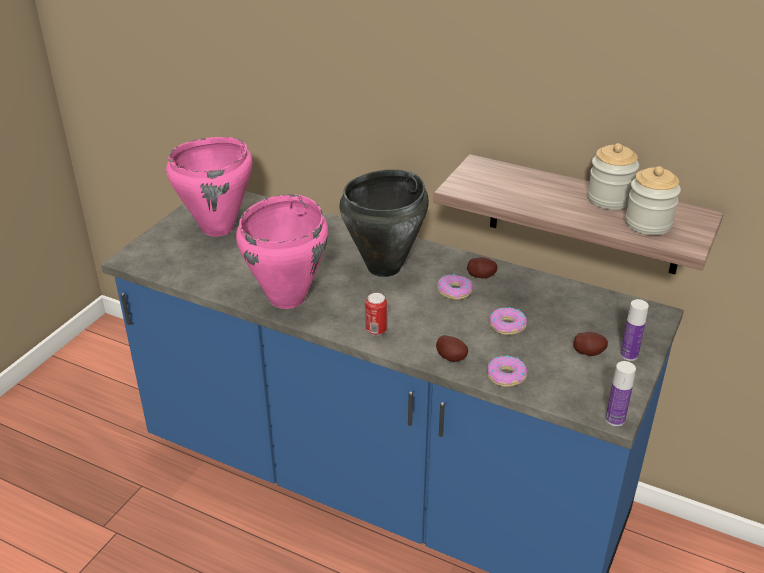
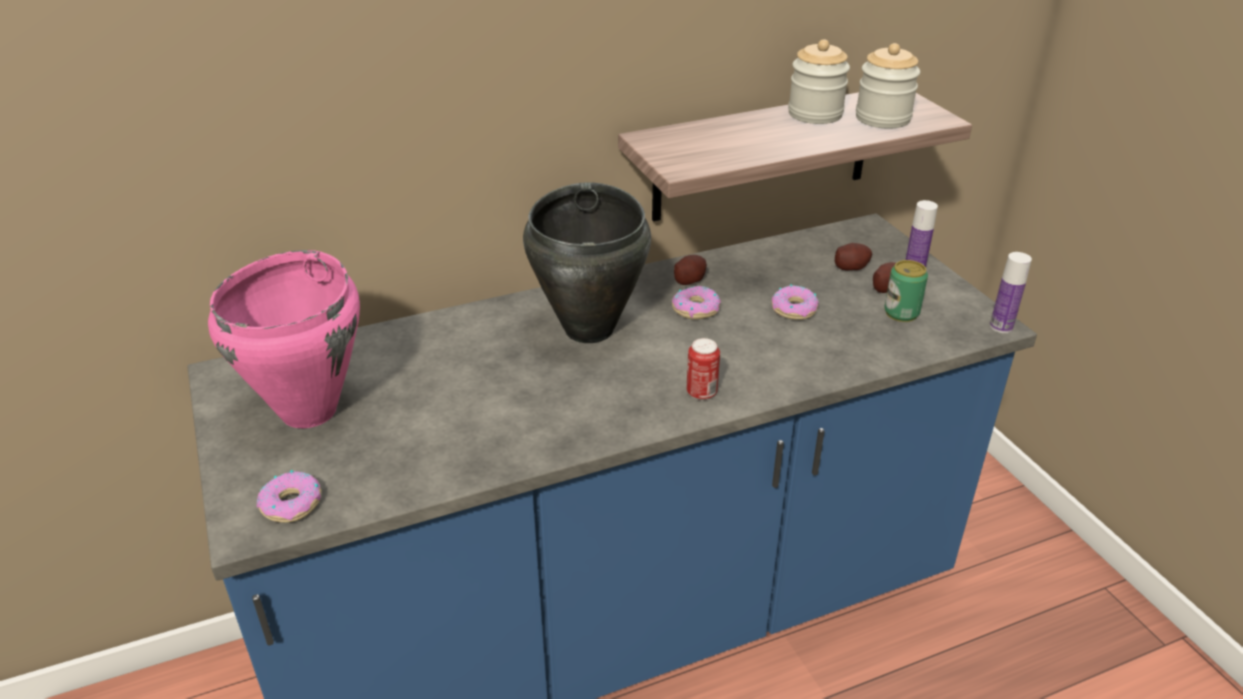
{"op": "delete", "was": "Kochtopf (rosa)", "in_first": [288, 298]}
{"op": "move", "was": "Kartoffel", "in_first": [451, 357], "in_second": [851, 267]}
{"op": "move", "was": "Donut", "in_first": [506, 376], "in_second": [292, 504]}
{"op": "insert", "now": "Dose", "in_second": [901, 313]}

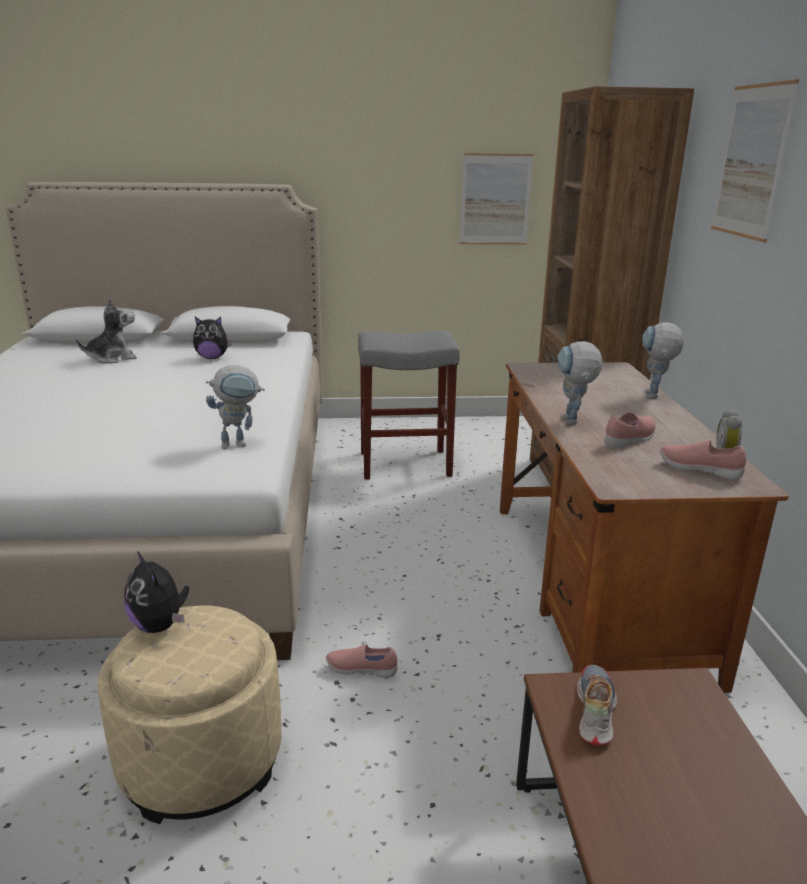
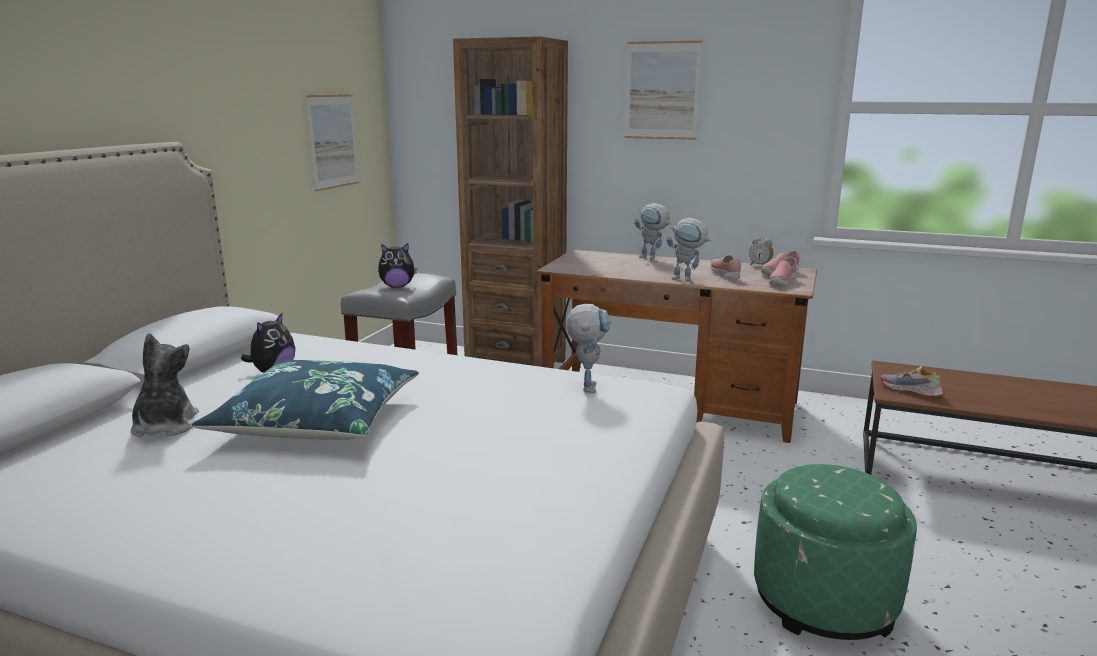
{"op": "recolor", "was": "Polsterhocker (beige)", "now": "Polsterhocker (grün)", "in_first": [201, 760], "in_second": [824, 600]}
{"op": "move", "was": "Plüschtier", "in_first": [160, 625], "in_second": [397, 286]}
{"op": "move", "was": "Schuh (rosa)", "in_first": [361, 670], "in_second": [781, 282]}
{"op": "insert", "now": "Kissen (blau)", "in_second": [317, 420]}

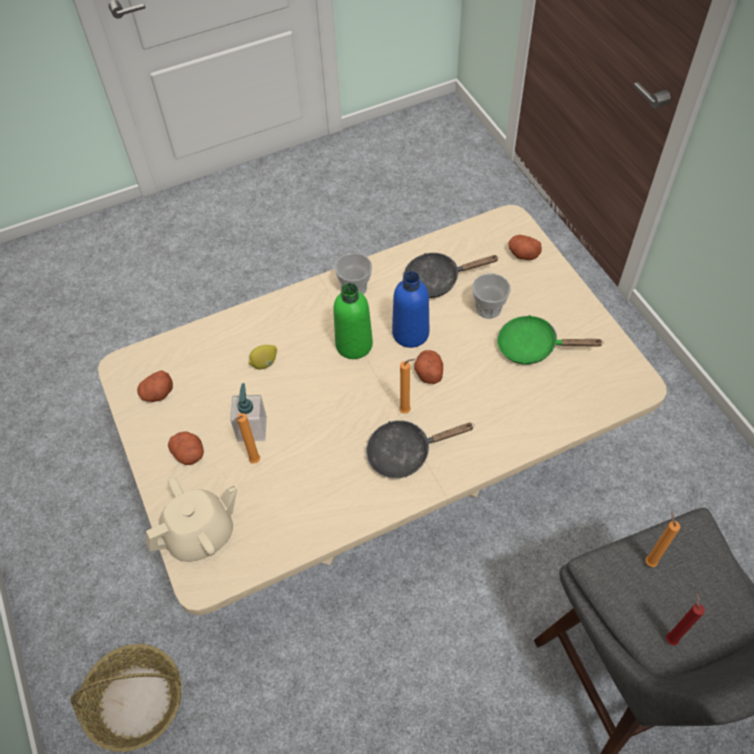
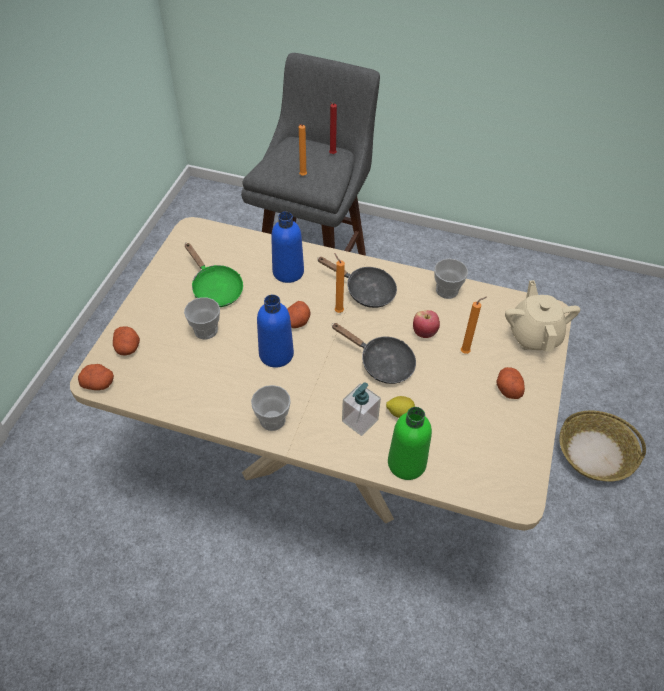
{"op": "move", "was": "Kartoffel", "in_first": [157, 393], "in_second": [99, 383]}
{"op": "rotate", "was": "Teekanne (beige)", "in_first": [201, 534], "in_second": [534, 335], "clockwise": 75}
{"op": "move", "was": "Seifenspender", "in_first": [252, 428], "in_second": [359, 421]}
{"op": "move", "was": "Flasche (grün)", "in_first": [354, 344], "in_second": [406, 463]}
{"op": "move", "was": "Pfanne (schwarz)", "in_first": [437, 280], "in_second": [381, 363]}
{"op": "insert", "now": "Flasche (blau)", "in_second": [288, 272]}
{"op": "insert", "now": "Apfel", "in_second": [424, 333]}
{"op": "insert", "now": "Tasse", "in_second": [447, 290]}

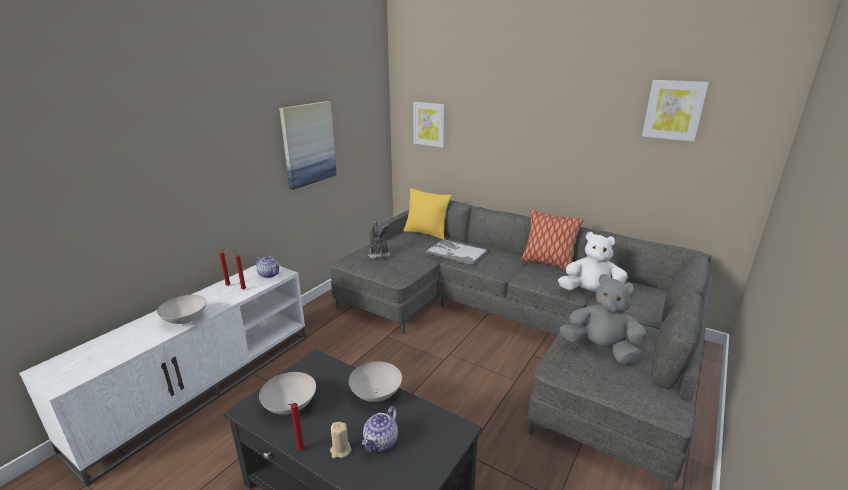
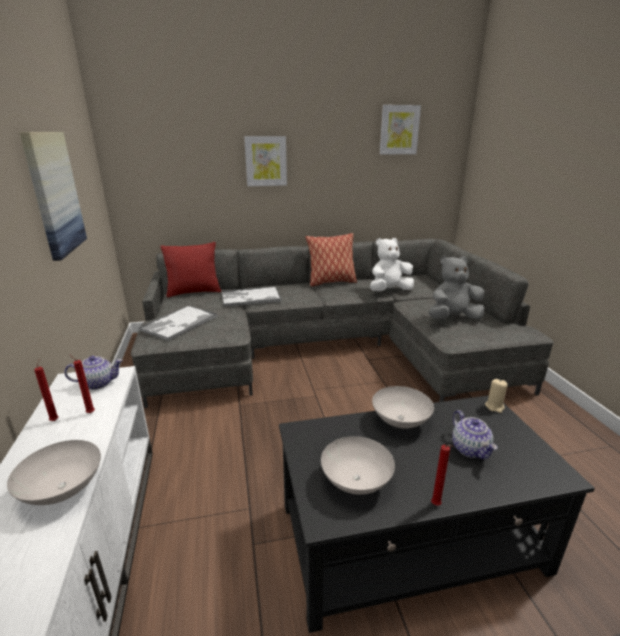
{"op": "move", "was": "Kerze (beige)", "in_first": [340, 450], "in_second": [494, 406]}
{"op": "replace", "was": "Plüschtier", "now": "Tablett", "in_first": [379, 254], "in_second": [178, 323]}
{"op": "recolor", "was": "Kissen (gelb)", "now": "Kissen (rot)", "in_first": [426, 233], "in_second": [194, 292]}
{"op": "move", "was": "Bild", "in_first": [429, 124], "in_second": [266, 161]}

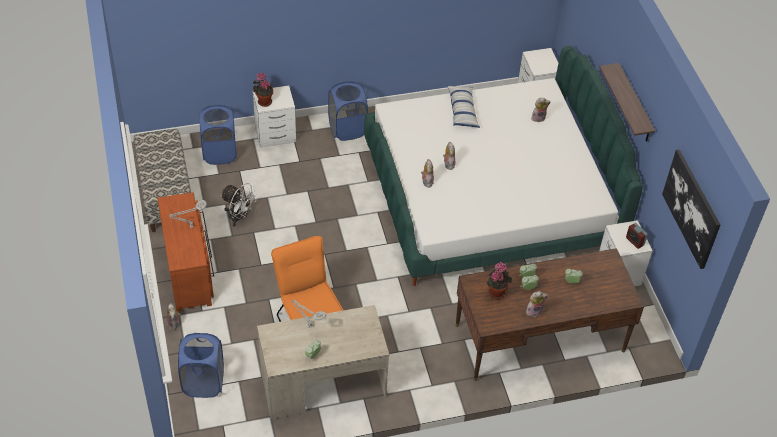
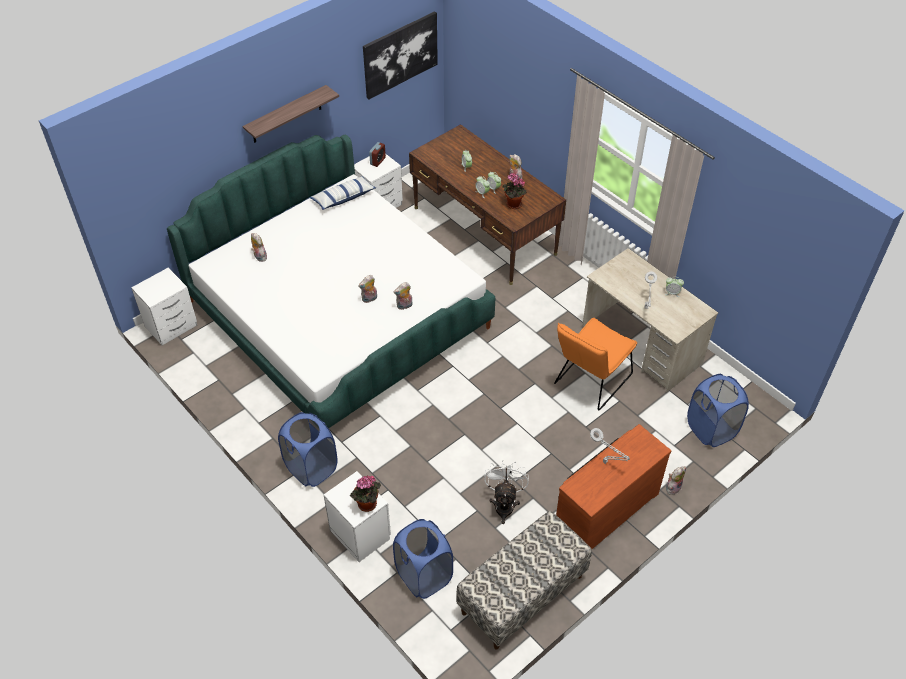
{"op": "move", "was": "Kissen", "in_first": [462, 111], "in_second": [343, 198]}

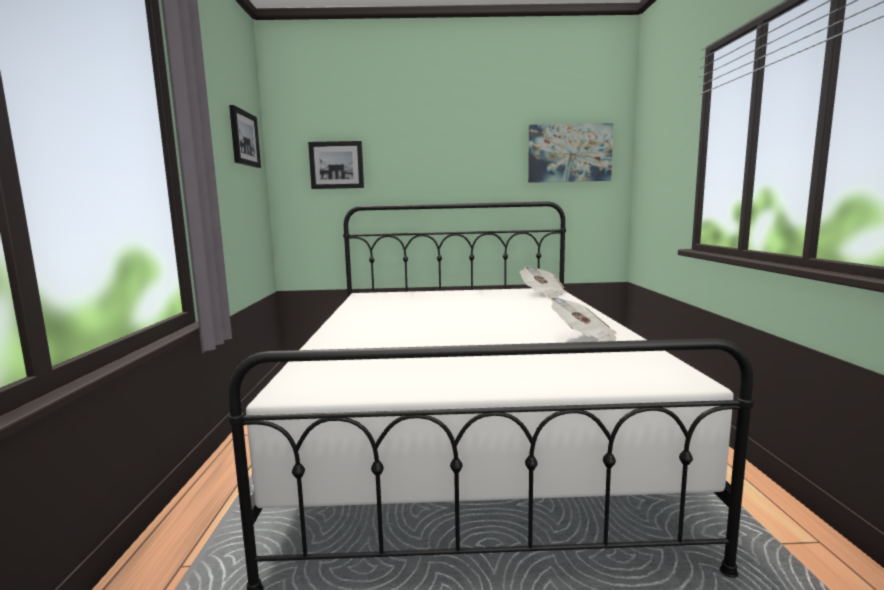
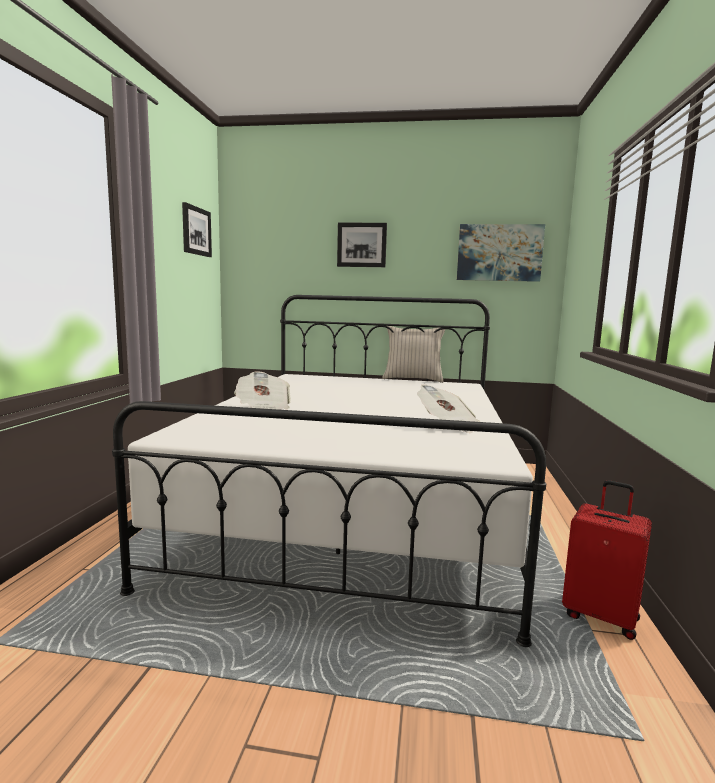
{"op": "move", "was": "Bild", "in_first": [336, 165], "in_second": [362, 245]}
{"op": "move", "was": "Zeitung", "in_first": [542, 294], "in_second": [263, 409]}
{"op": "insert", "now": "Kissen (beige)", "in_second": [413, 379]}
{"op": "insert", "now": "Koffer (rot)", "in_second": [601, 616]}

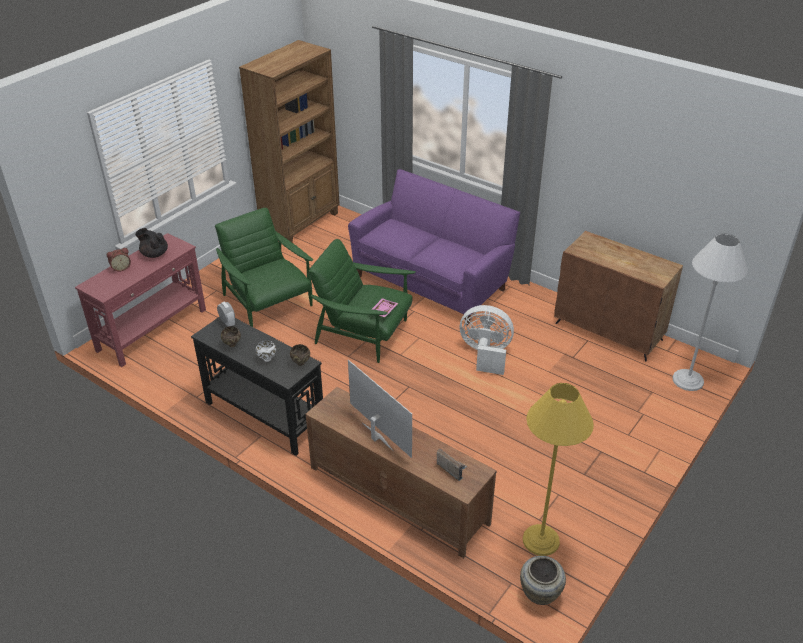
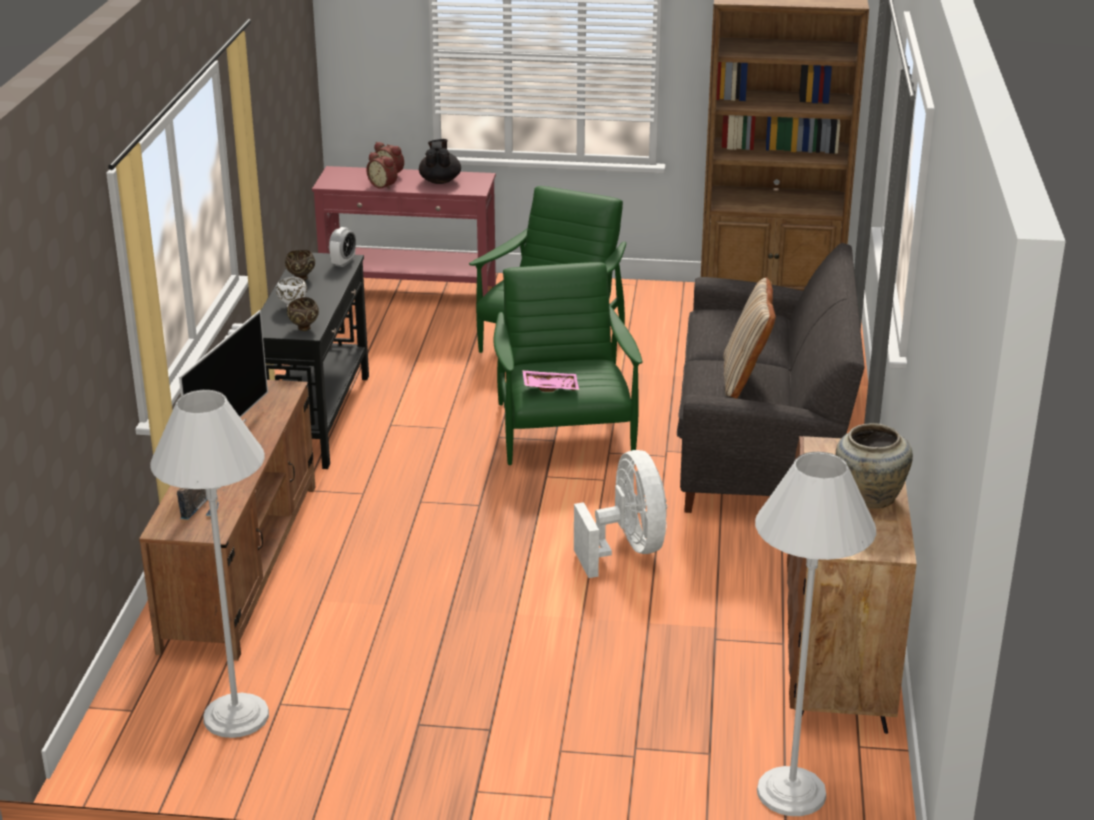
{"op": "recolor", "was": "Sofa (lila)", "now": "Sofa (grau)", "in_first": [432, 282], "in_second": [761, 448]}
{"op": "move", "was": "Vase (beige)", "in_first": [539, 594], "in_second": [868, 497]}
{"op": "recolor", "was": "Stehlampe (gelb)", "now": "Stehlampe (weiß)", "in_first": [541, 540], "in_second": [236, 716]}
{"op": "insert", "now": "Wecker", "in_second": [384, 185]}
{"op": "insert", "now": "Kissen (beige)", "in_second": [745, 378]}

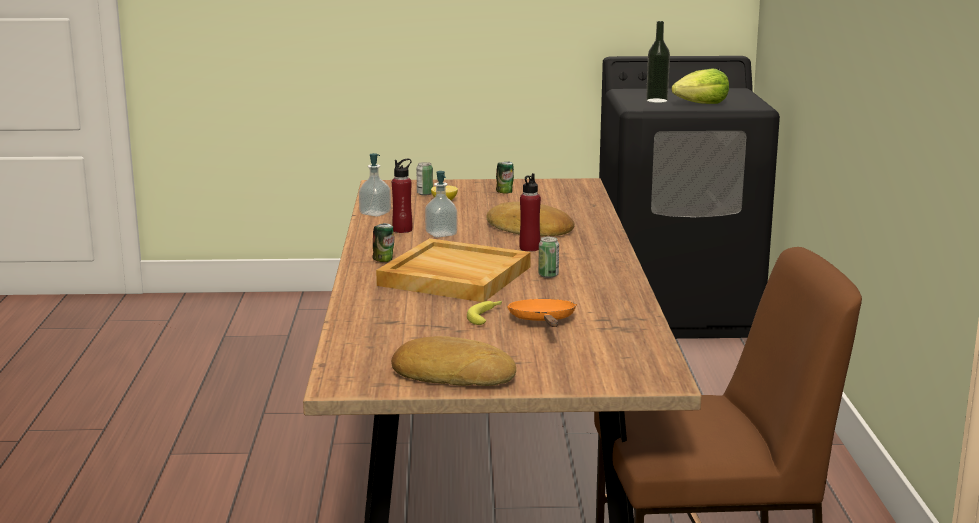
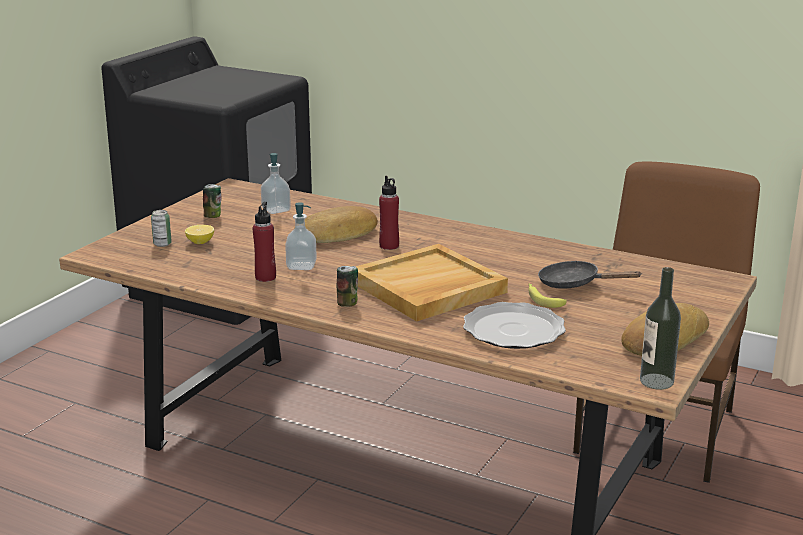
{"op": "move", "was": "Seifenspender", "in_first": [375, 213], "in_second": [276, 210]}
{"op": "recolor", "was": "Pfanne (orange)", "now": "Pfanne (schwarz)", "in_first": [543, 321], "in_second": [574, 284]}
{"op": "delete", "was": "Dose", "in_first": [548, 275]}
{"op": "move", "was": "Flasche", "in_first": [657, 100], "in_second": [656, 381]}
{"op": "delete", "was": "Salatkopf", "in_first": [702, 104]}
{"op": "insert", "now": "Teller", "in_second": [514, 330]}

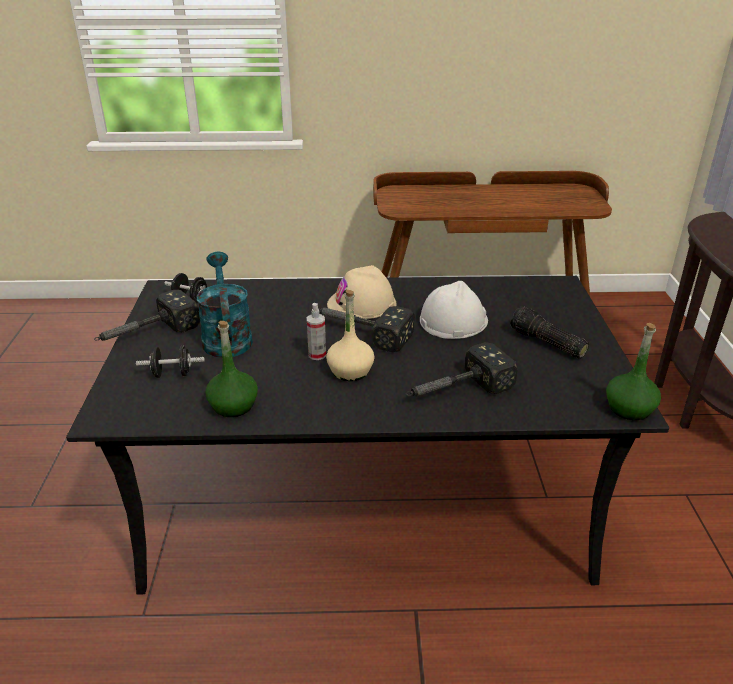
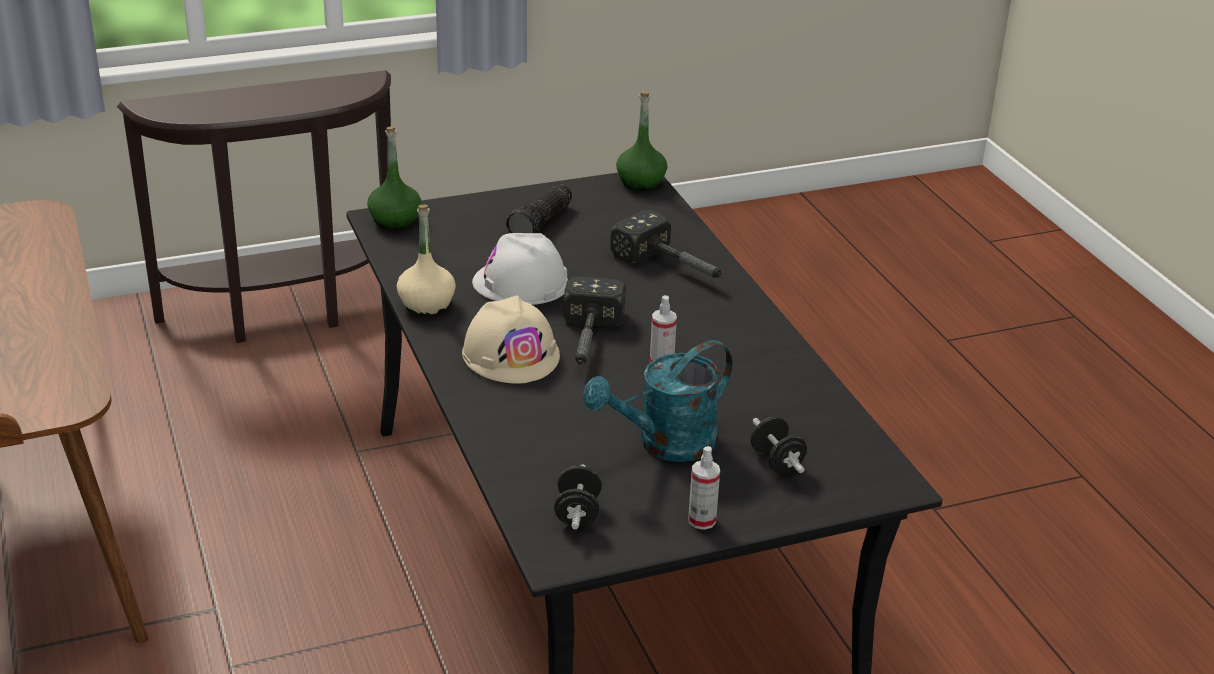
{"op": "replace", "was": "Hammer", "now": "Sprühflasche", "in_first": [146, 334], "in_second": [702, 520]}
{"op": "move", "was": "Flasche (grün)", "in_first": [233, 405], "in_second": [394, 220]}
{"op": "move", "was": "Flasche (beige)", "in_first": [350, 371], "in_second": [426, 304]}

